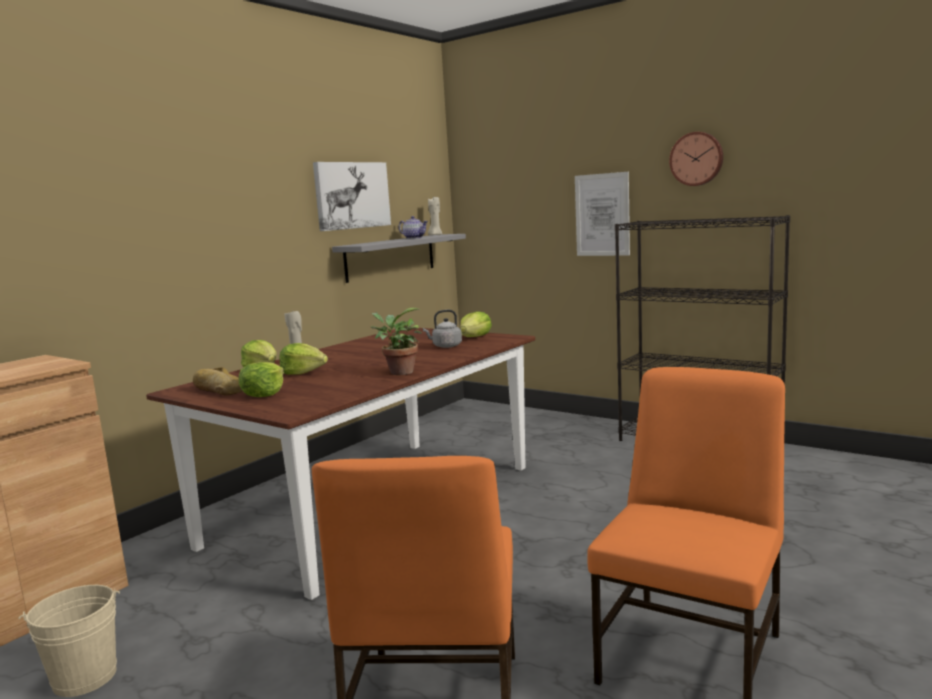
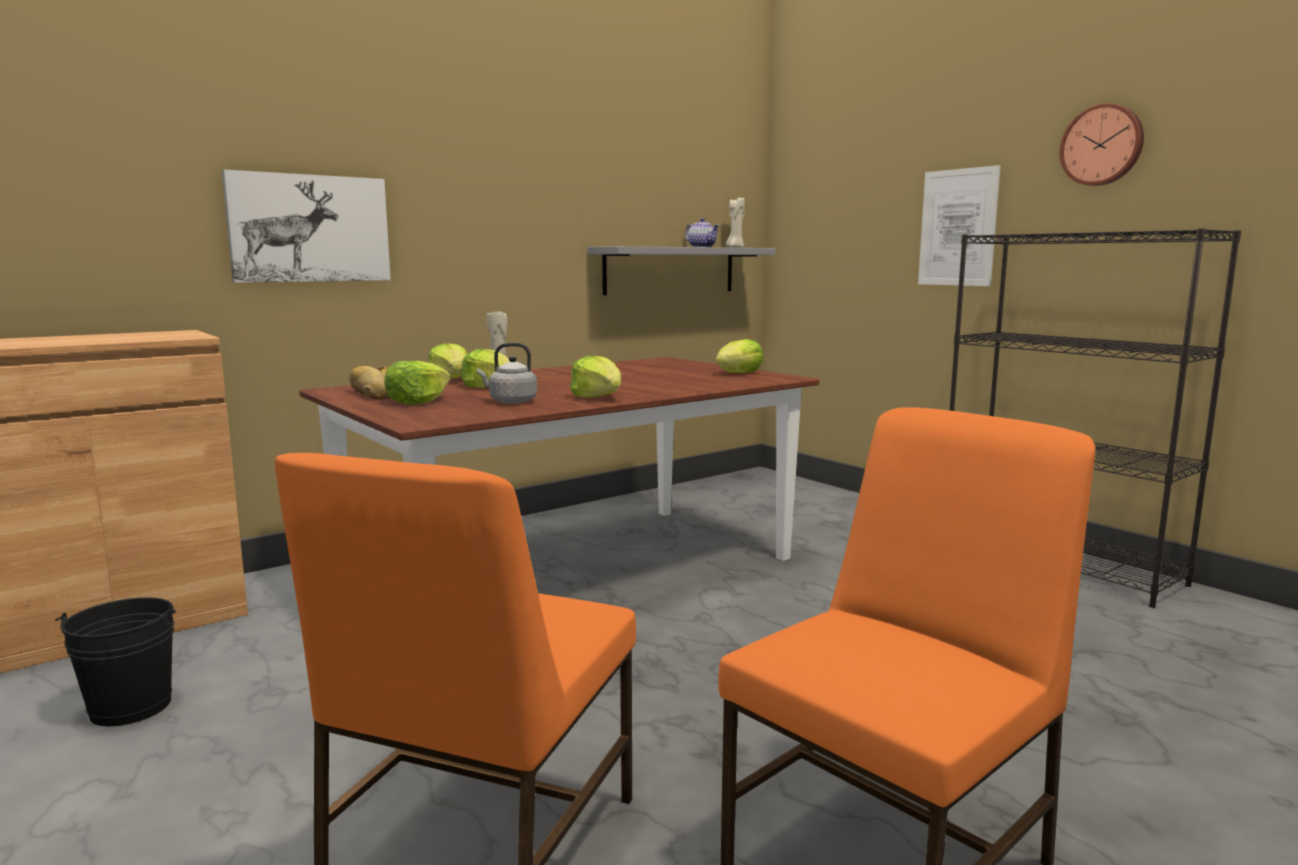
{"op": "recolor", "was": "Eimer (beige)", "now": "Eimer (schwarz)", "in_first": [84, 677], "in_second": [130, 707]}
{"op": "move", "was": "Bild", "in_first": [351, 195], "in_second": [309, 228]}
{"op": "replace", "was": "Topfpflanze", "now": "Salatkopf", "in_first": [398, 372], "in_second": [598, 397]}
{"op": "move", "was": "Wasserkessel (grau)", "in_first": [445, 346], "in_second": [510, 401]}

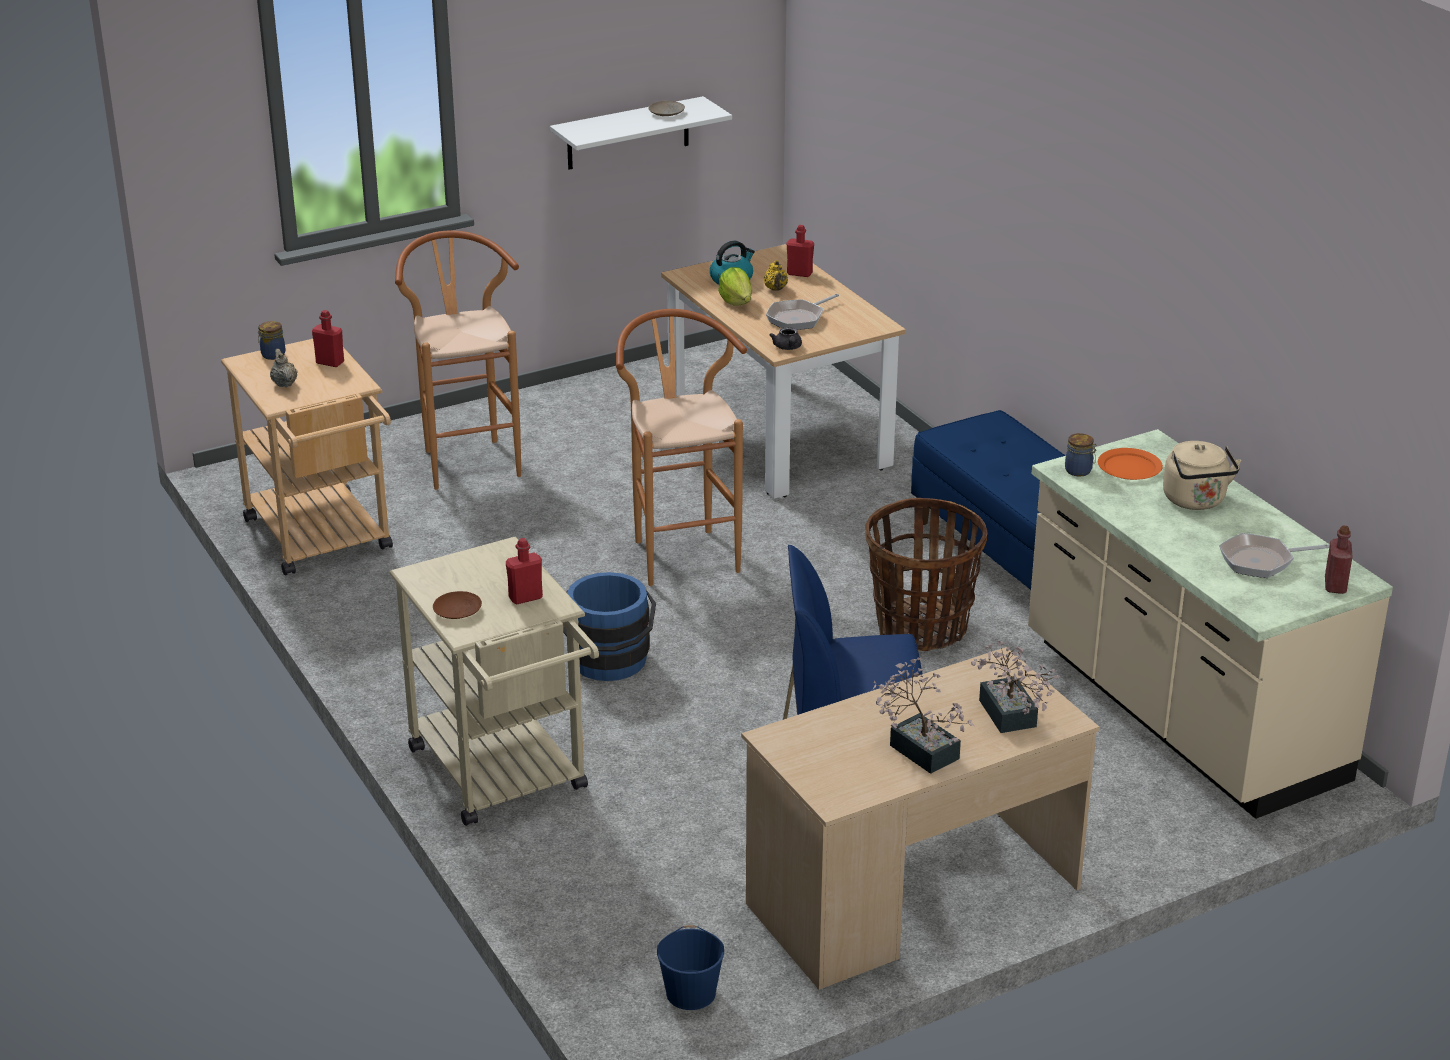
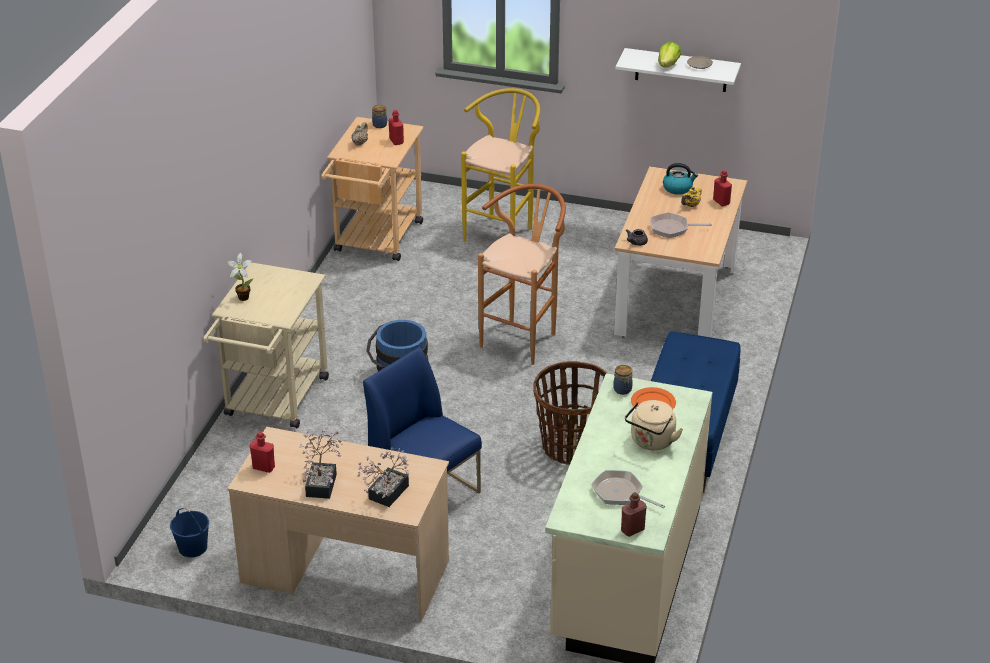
{"op": "recolor", "was": "Hocker (braun)", "now": "Hocker (gelb)", "in_first": [467, 459], "in_second": [503, 232]}
{"op": "replace", "was": "Teller (braun)", "now": "Topfpflanze", "in_first": [458, 611], "in_second": [242, 297]}
{"op": "move", "was": "Flasche (rot)", "in_first": [525, 597], "in_second": [263, 467]}
{"op": "move", "was": "Salatkopf", "in_first": [736, 301], "in_second": [668, 65]}

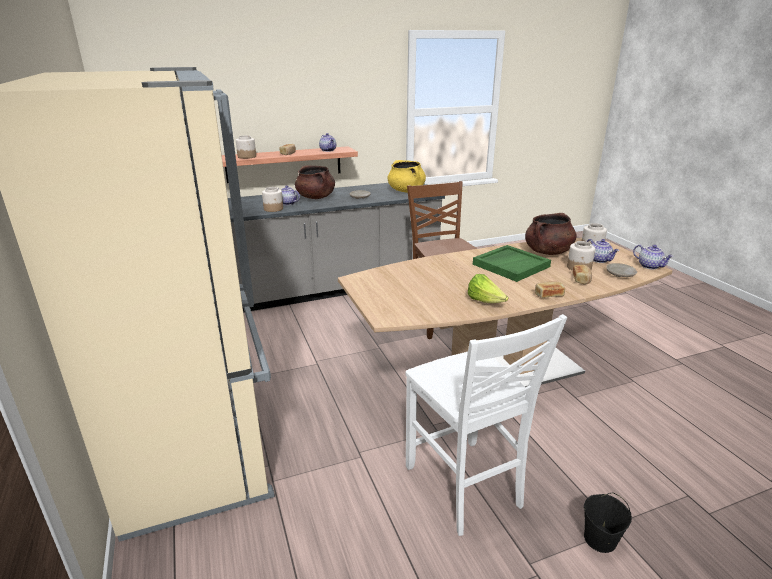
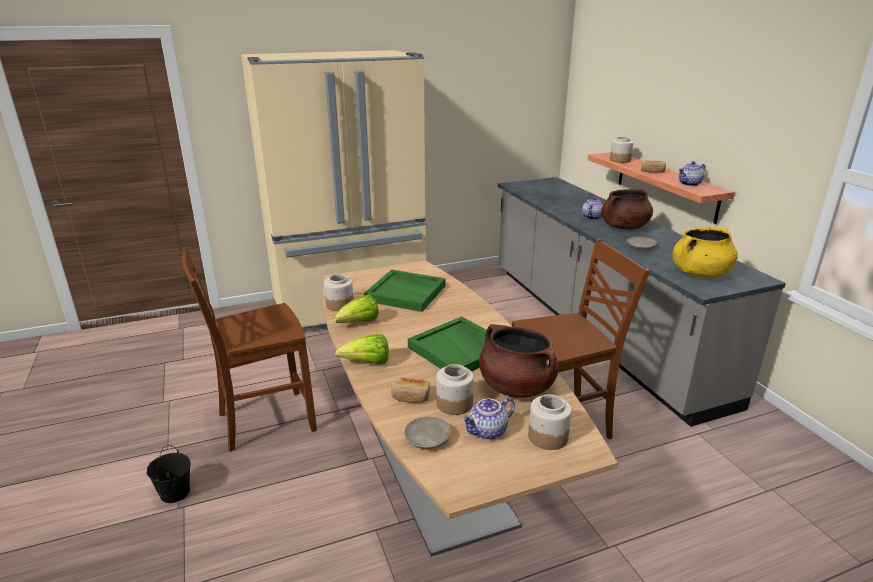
{"op": "move", "was": "Vorratsglas", "in_first": [273, 209], "in_second": [339, 305]}
{"op": "recolor", "was": "Stuhl (weiß)", "now": "Stuhl (braun)", "in_first": [464, 487], "in_second": [264, 421]}
{"op": "replace", "was": "Brot", "now": "Salatkopf", "in_first": [548, 295], "in_second": [367, 363]}
{"op": "delete", "was": "Teekanne", "in_first": [650, 266]}
{"op": "insert", "now": "Tablett (grün)", "in_second": [406, 293]}

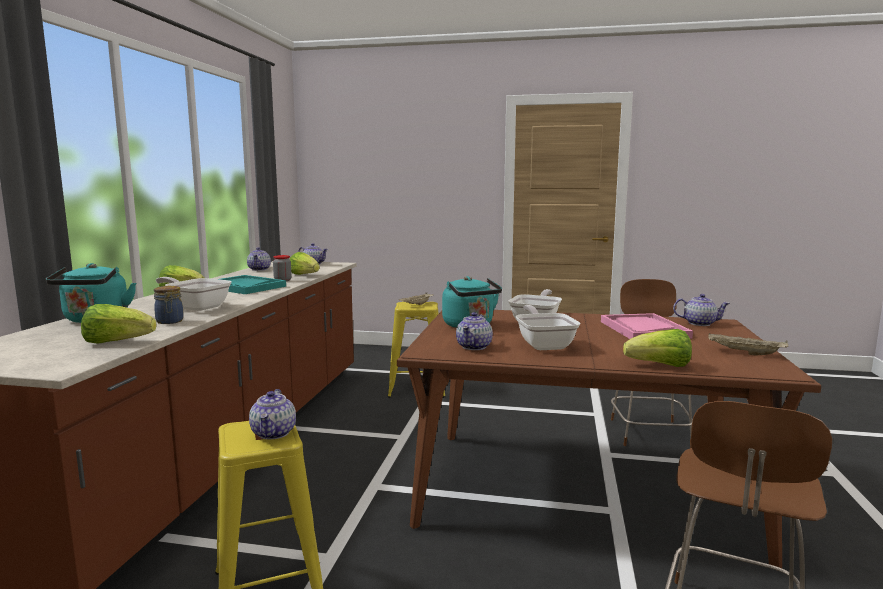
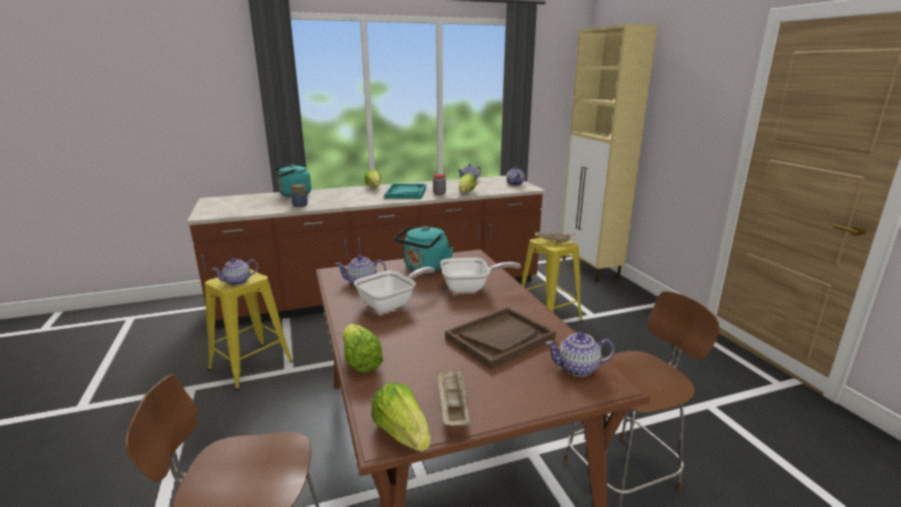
{"op": "move", "was": "Salatkopf", "in_first": [117, 342], "in_second": [402, 433]}
{"op": "delete", "was": "Pfanne", "in_first": [196, 307]}
{"op": "recolor", "was": "Tablett (rosa)", "now": "Tablett (braun)", "in_first": [643, 329], "in_second": [500, 338]}
{"op": "rotate", "was": "Teekanne", "in_first": [700, 323], "in_second": [577, 368], "clockwise": 105}
{"op": "insert", "now": "Schrank (beige)", "in_second": [590, 269]}

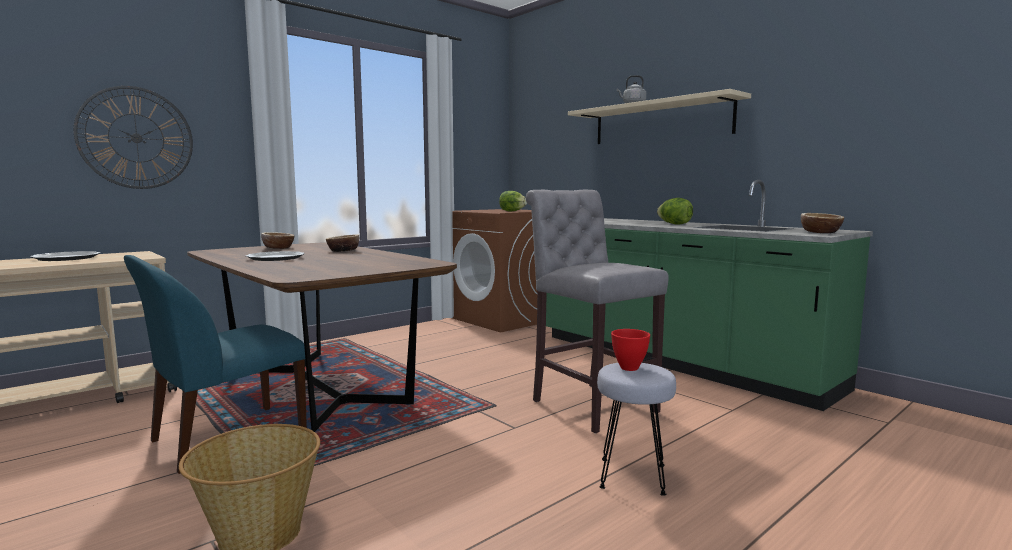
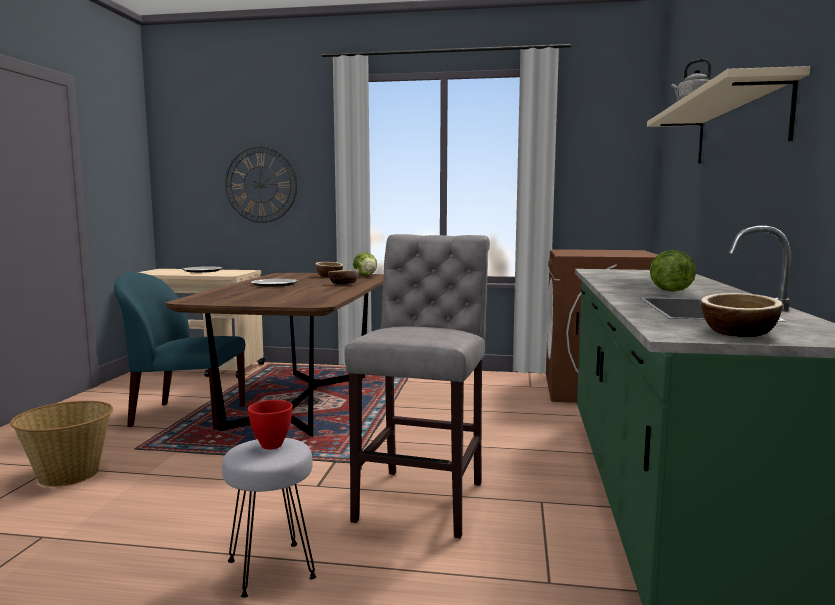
{"op": "move", "was": "Salatkopf", "in_first": [512, 211], "in_second": [366, 276]}

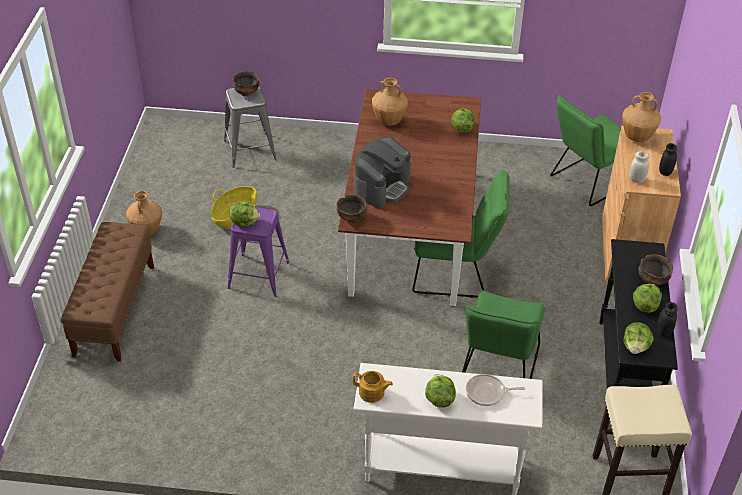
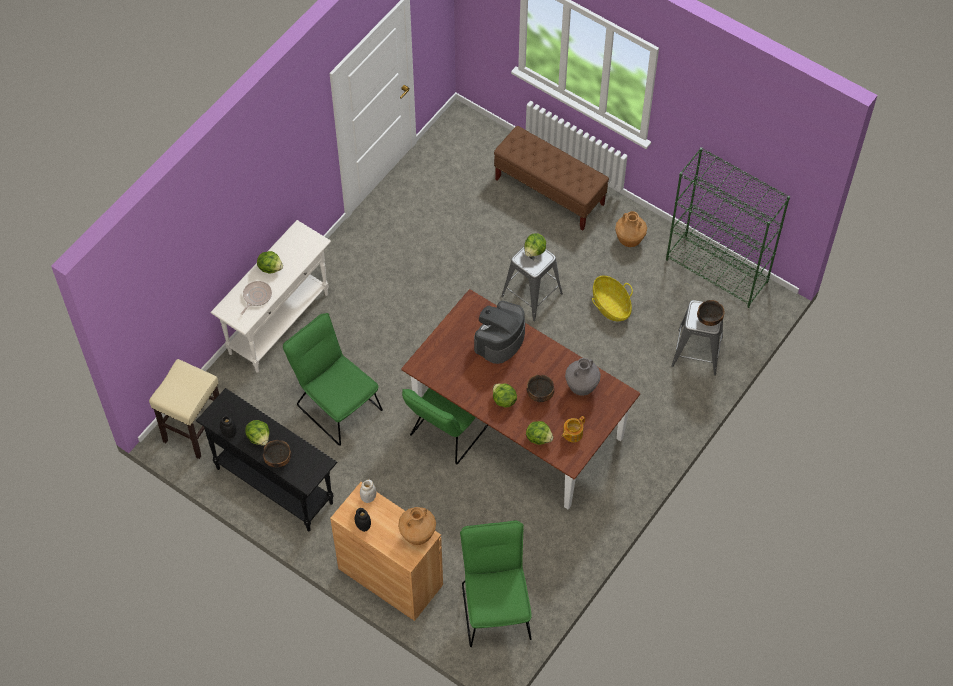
{"op": "recolor", "was": "Hocker (lila)", "now": "Hocker (grau)", "in_first": [258, 275], "in_second": [532, 295]}
{"op": "move", "was": "Schüssel", "in_first": [352, 218], "in_second": [540, 395]}
{"op": "move", "was": "Teekanne", "in_first": [372, 393], "in_second": [572, 433]}
{"op": "rotate", "was": "Kaffeemaschine", "in_first": [382, 187], "in_second": [499, 340], "clockwise": 60}
{"op": "recolor", "was": "Vase (braun)", "now": "Vase (grau)", "in_first": [389, 121], "in_second": [581, 387]}
{"op": "move", "was": "Salatkopf", "in_first": [635, 347], "in_second": [503, 400]}
{"op": "insert", "now": "Bücherregal (grün)", "in_second": [717, 271]}

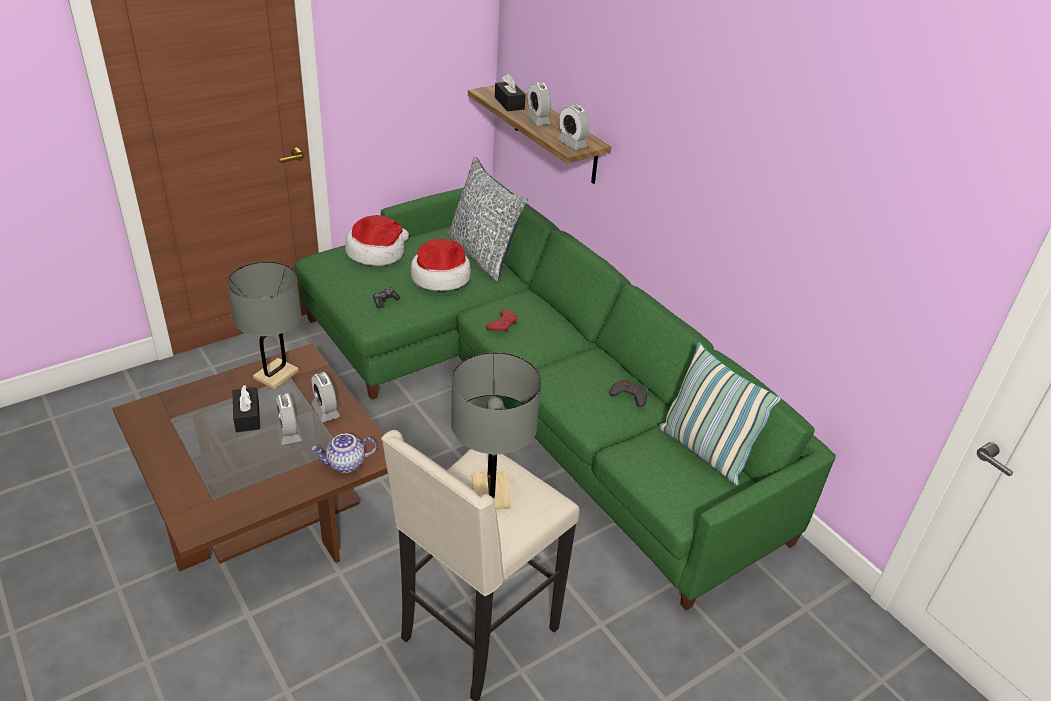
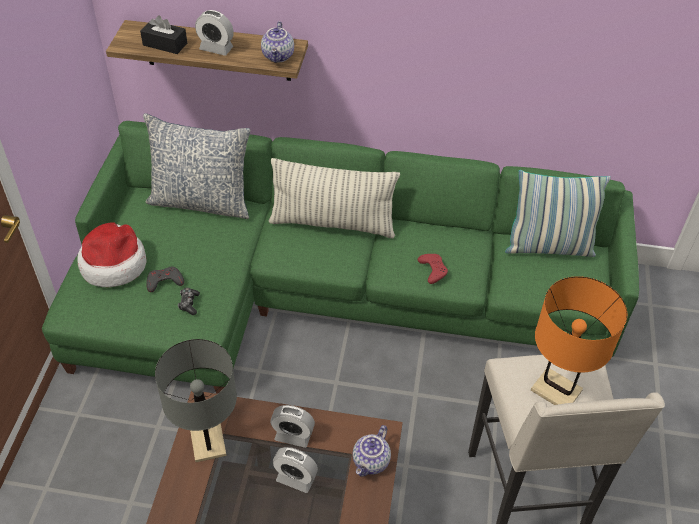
{"op": "delete", "was": "Taschentuchbox (schwarz)", "in_first": [247, 416]}
{"op": "delete", "was": "Hut", "in_first": [440, 276]}
{"op": "recolor", "was": "Tischlampe (grau)", "now": "Tischlampe (orange)", "in_first": [490, 492], "in_second": [556, 390]}
{"op": "move", "was": "Gamepad (rot)", "in_first": [502, 324], "in_second": [433, 270]}
{"op": "replace", "was": "Wecker", "now": "Teekanne", "in_first": [572, 144], "in_second": [279, 56]}
{"op": "move", "was": "Gamepad (grau)", "in_first": [629, 395], "in_second": [164, 281]}
{"op": "insert", "now": "Kissen", "in_second": [332, 223]}

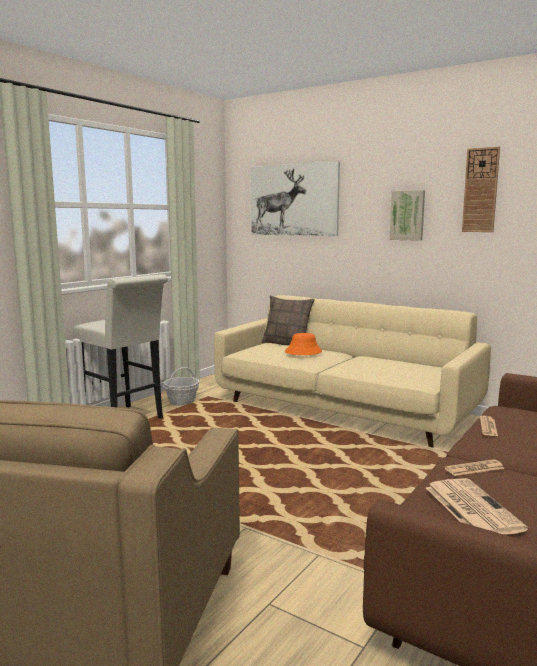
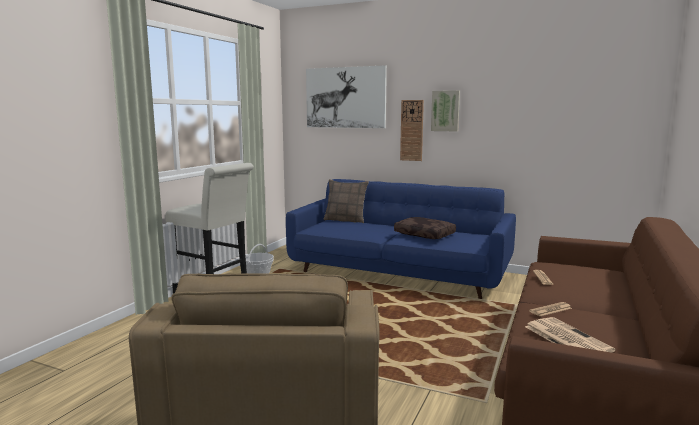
{"op": "recolor", "was": "Sofa (beige)", "now": "Sofa (blau)", "in_first": [343, 409], "in_second": [398, 273]}
{"op": "delete", "was": "Hut (orange)", "in_first": [303, 352]}
{"op": "move", "was": "Wanduhr", "in_first": [480, 190], "in_second": [411, 130]}
{"op": "insert", "now": "Kissen (braun)", "in_second": [425, 234]}

